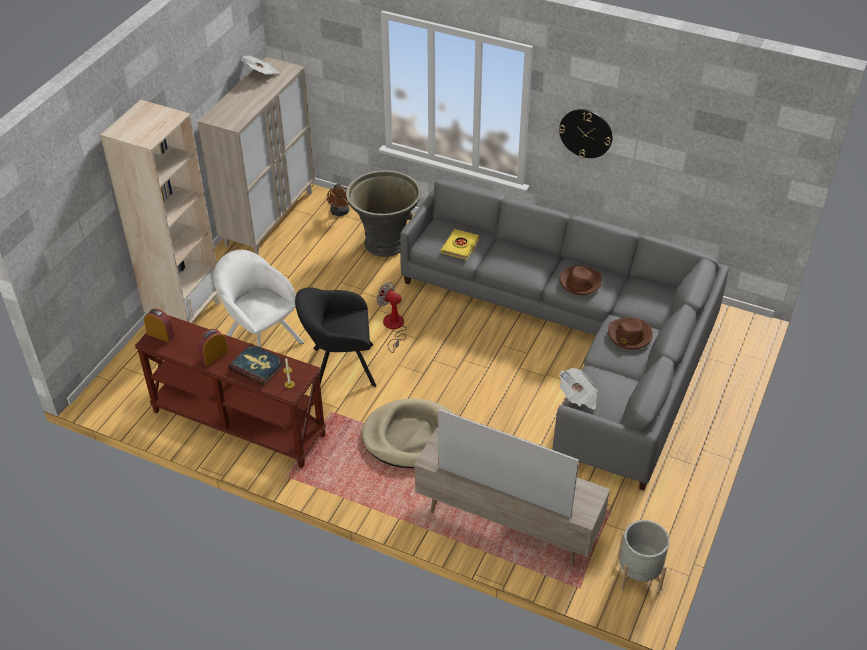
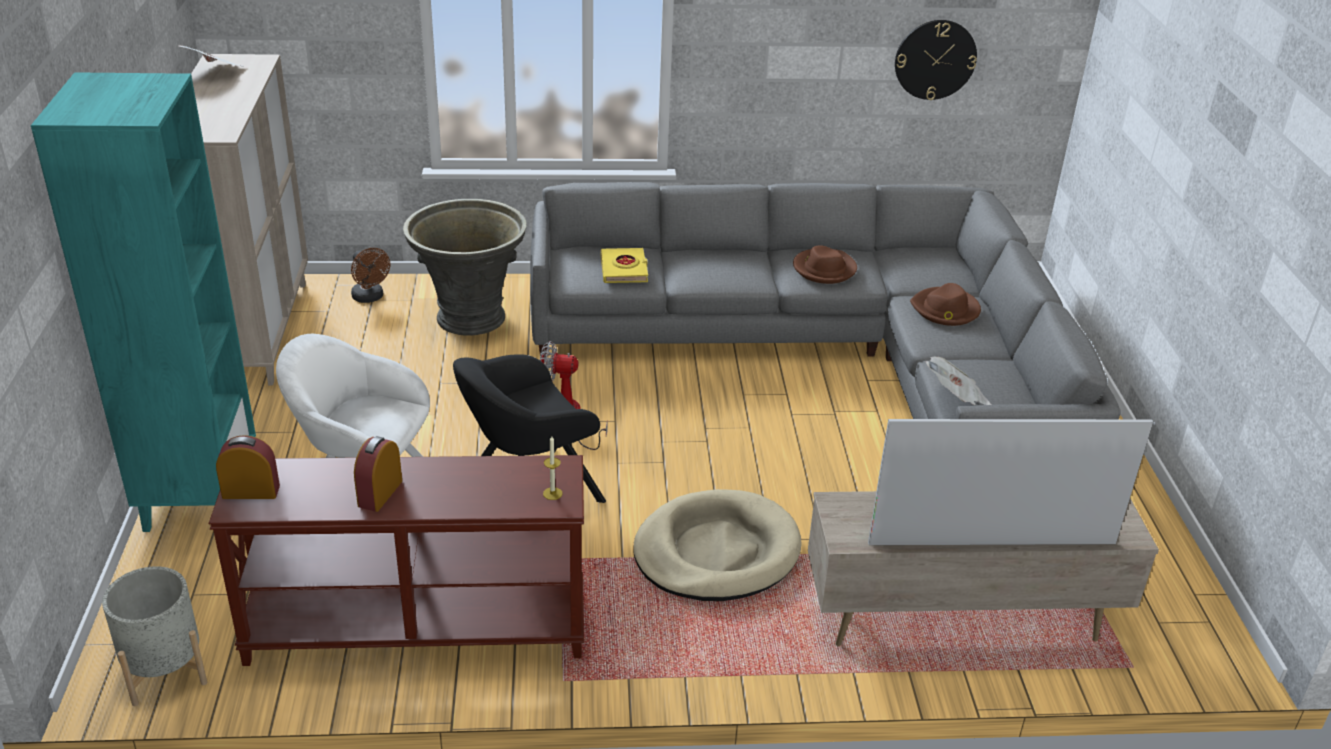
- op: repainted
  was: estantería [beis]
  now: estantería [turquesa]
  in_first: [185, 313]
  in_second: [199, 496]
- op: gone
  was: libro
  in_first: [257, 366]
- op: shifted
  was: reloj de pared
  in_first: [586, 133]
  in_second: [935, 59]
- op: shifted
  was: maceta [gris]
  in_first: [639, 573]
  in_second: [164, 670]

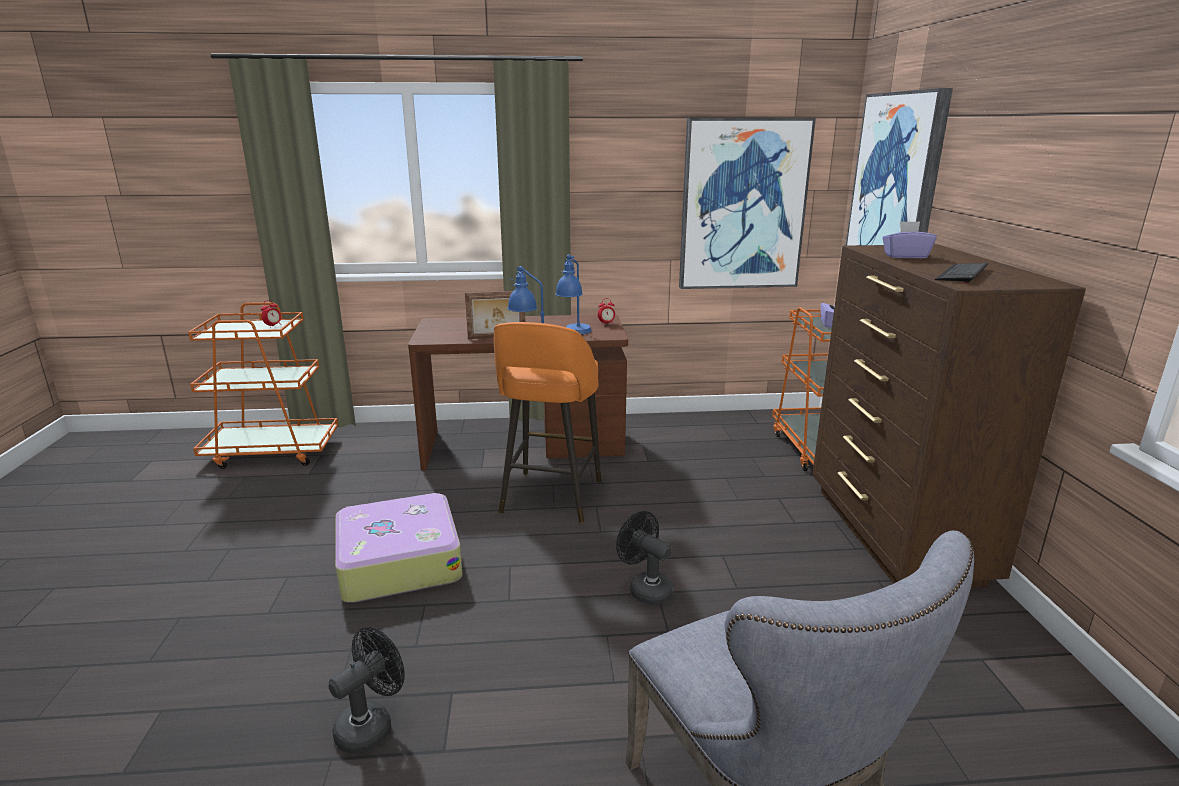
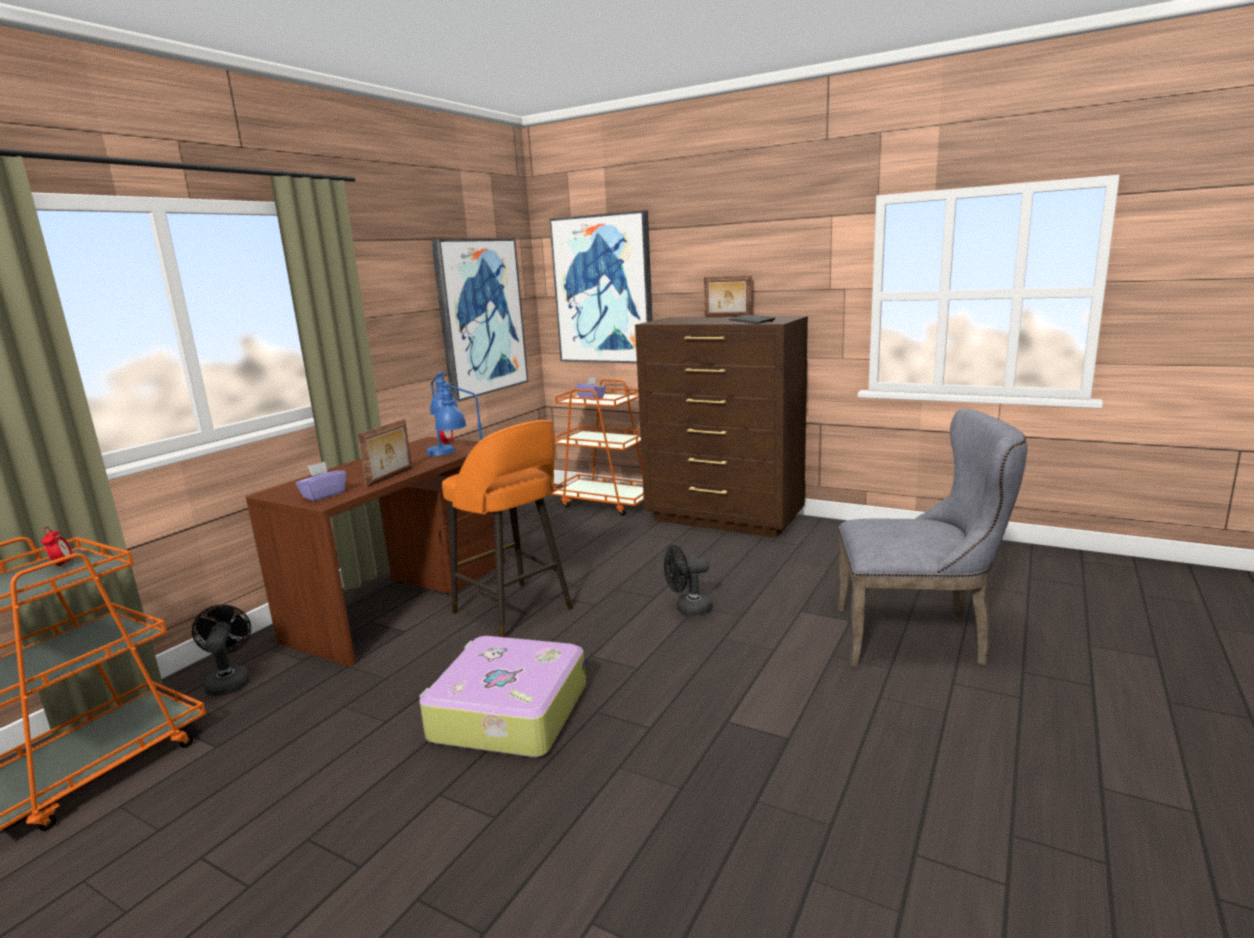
- op: shifted
  was: ventilador [negro]
  in_first: [371, 725]
  in_second: [229, 681]
- op: shifted
  was: caja de pañuelos [morado]
  in_first: [905, 256]
  in_second: [323, 495]
- op: new
  now: portarretratos
  in_second: [727, 317]

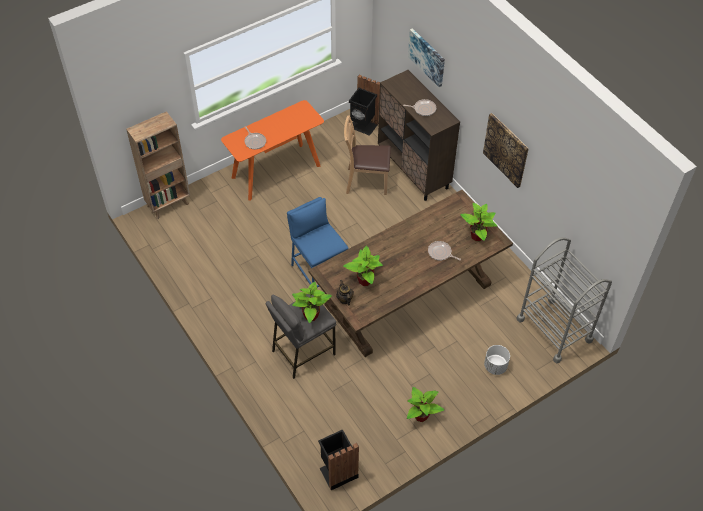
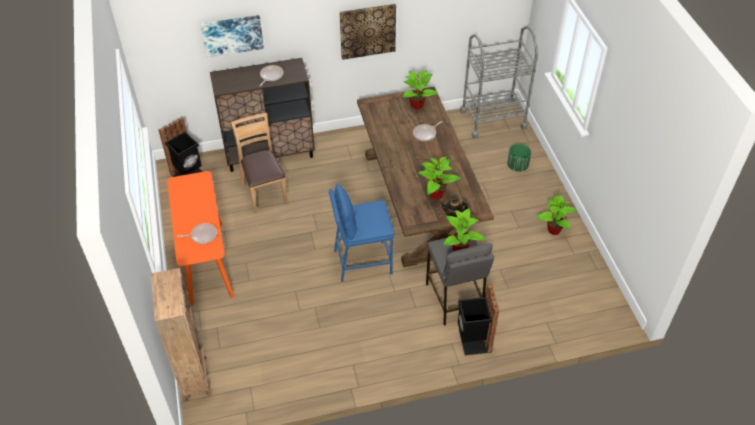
- op: shifted
  was: papelera [negro]
  in_first: [337, 471]
  in_second: [473, 341]
- op: rotated
  was: silla [marrón]
  in_first: [366, 182]
  in_second: [264, 193]
  clockwise: 135
- op: repainted
  was: maceta [blanco]
  now: maceta [verde]
  in_first: [495, 366]
  in_second: [517, 166]

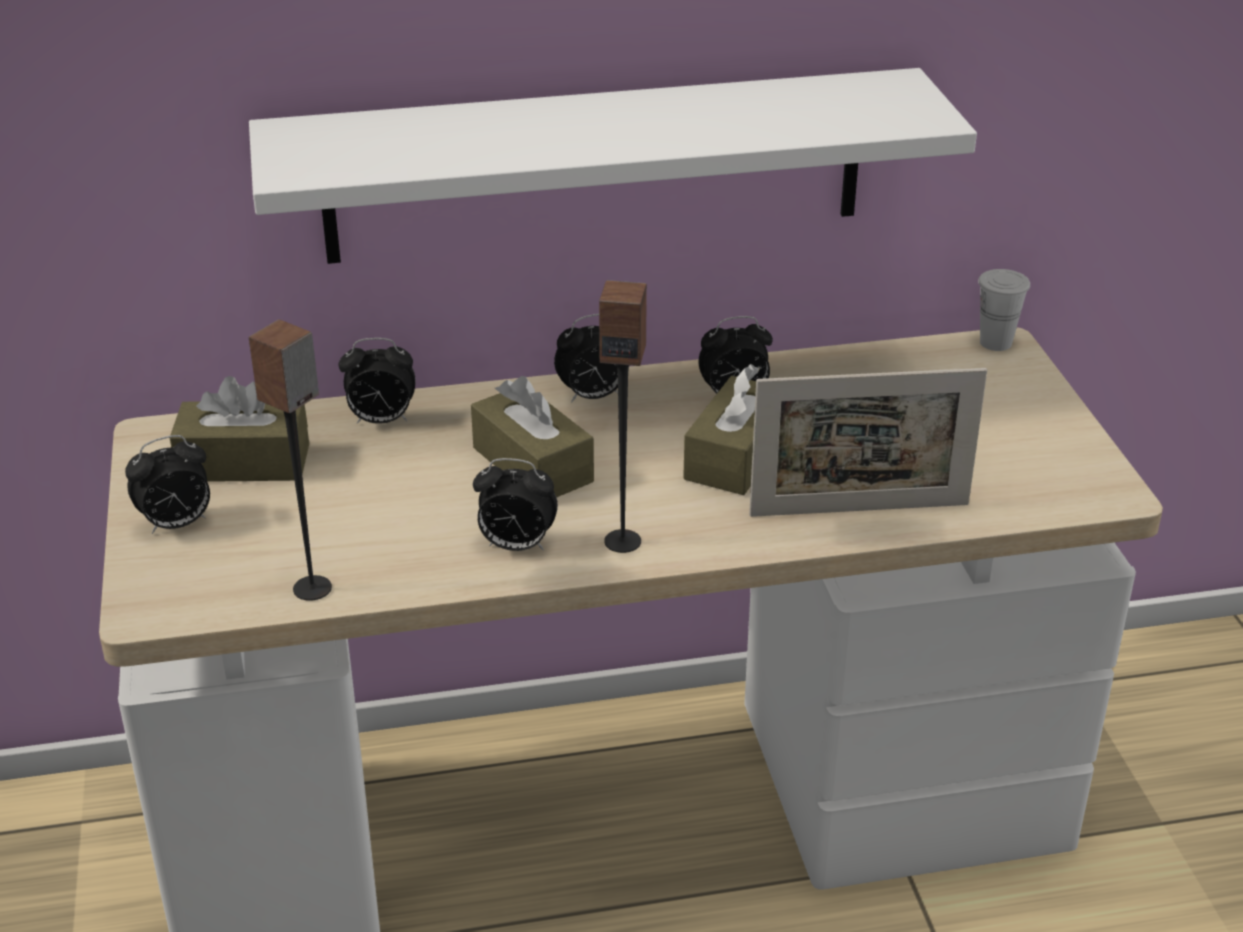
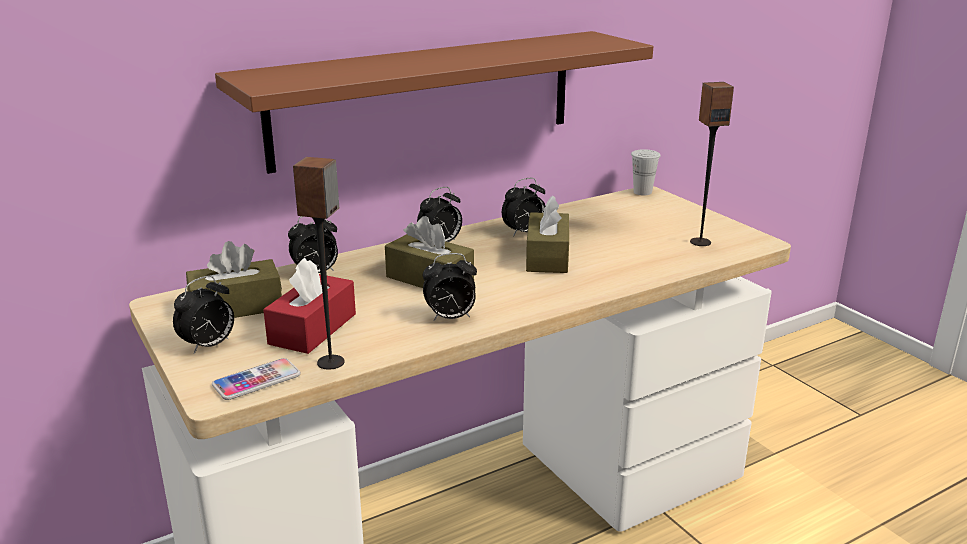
- op: repainted
  was: estante [blanco]
  now: estante [marrón]
  in_first: [595, 166]
  in_second: [426, 98]
- op: shifted
  was: altavoz
  in_first: [623, 541]
  in_second: [700, 242]
- op: gone
  was: portarretratos
  in_first: [859, 510]
- op: new
  now: móvil
  in_second: [256, 380]
- op: new
  now: caja de pañuelos [rojo]
  in_second: [313, 329]

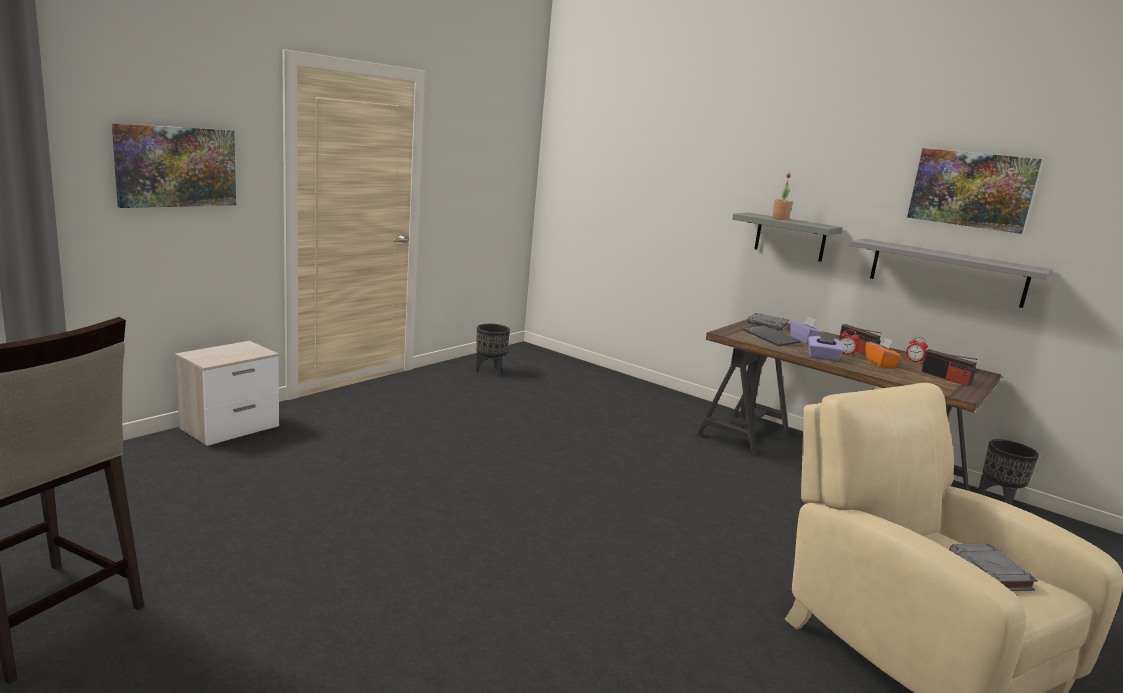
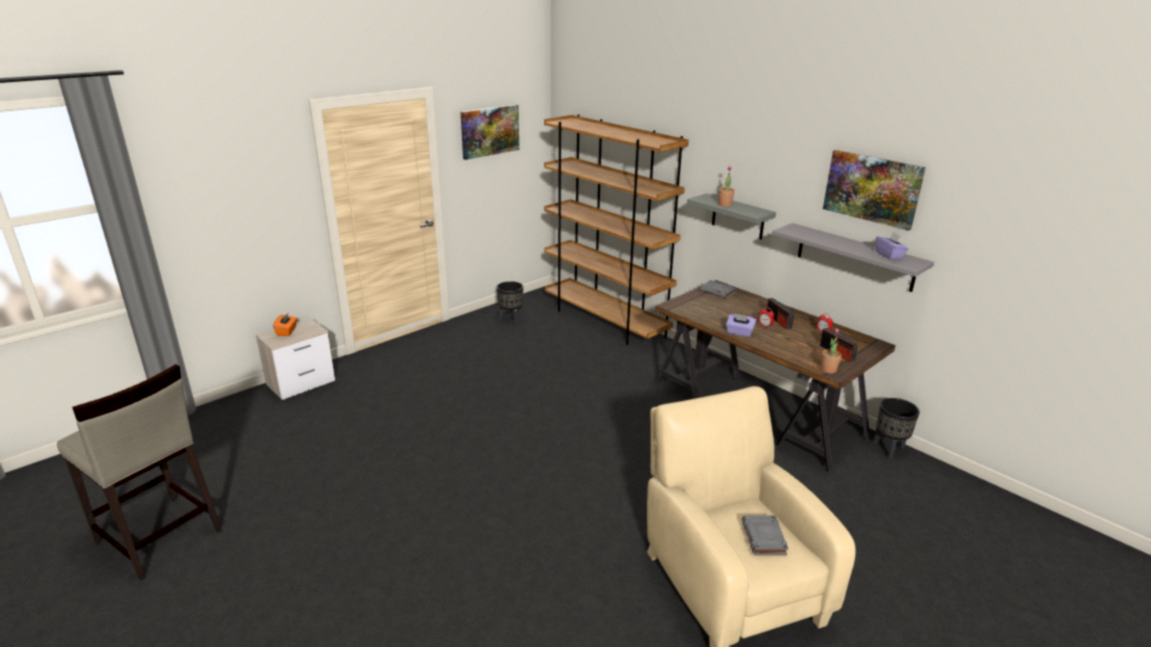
- op: shifted
  was: cuadro
  in_first: [176, 166]
  in_second: [489, 131]
- op: gone
  was: teclado
  in_first: [771, 337]
- op: shifted
  was: caja de pañuelos [morado]
  in_first: [804, 341]
  in_second: [889, 255]
- op: shifted
  was: caja de pañuelos [naranja]
  in_first: [880, 363]
  in_second: [287, 331]
- op: new
  now: estantería [marrón]
  in_second: [605, 321]
- op: new
  now: planta en maceta
  in_second: [828, 369]

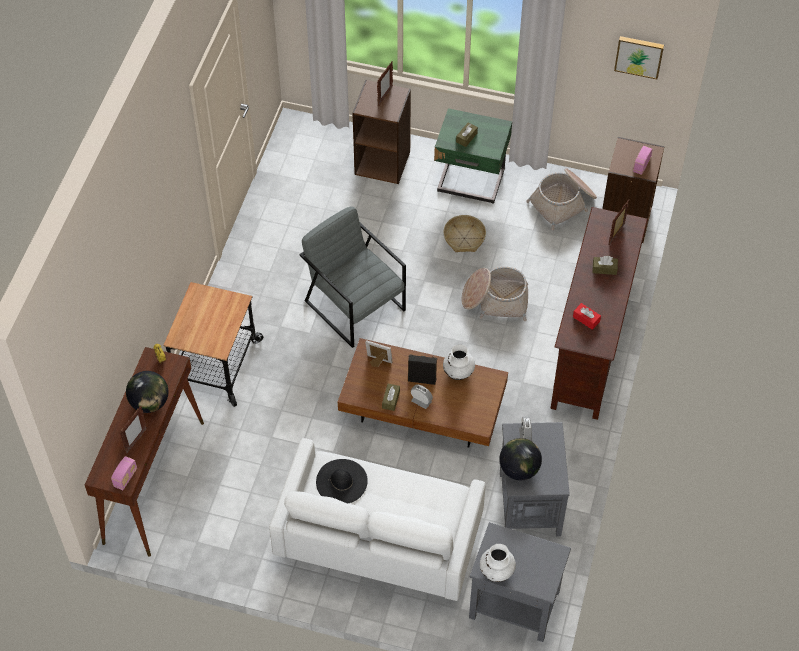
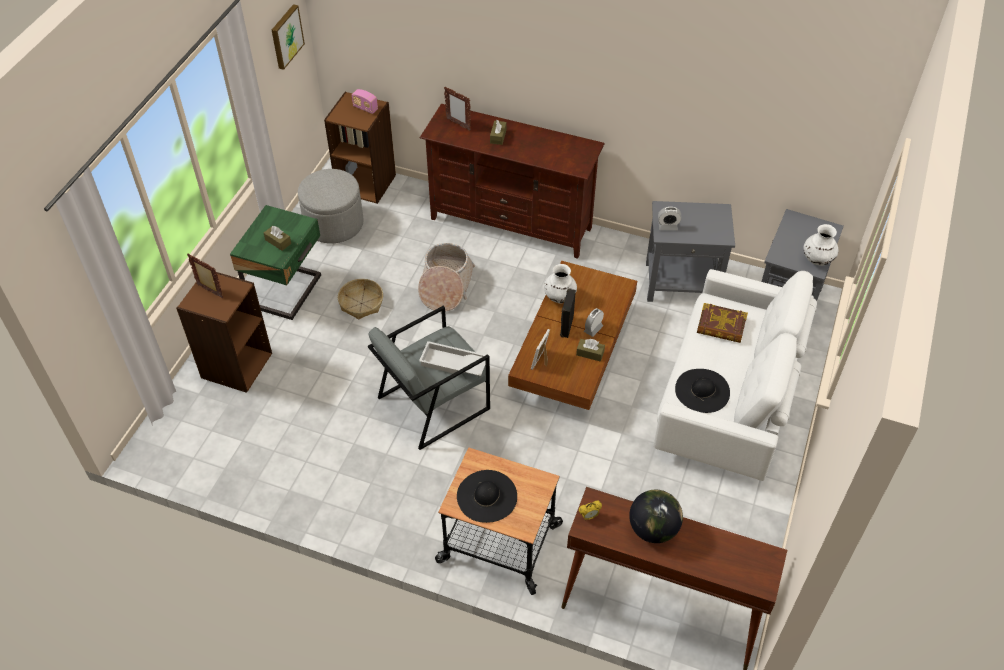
- op: gone
  was: radio
  in_first: [125, 478]
- op: gone
  was: portarretratos
  in_first: [136, 441]
- op: gone
  was: globo terráqueo
  in_first: [519, 469]
- op: swapped
  was: cesta
  now: puf [gris]
  in_first: [563, 203]
  in_second: [334, 223]
- op: gone
  was: caja de pañuelos [rojo]
  in_first: [586, 319]
- op: new
  now: bandeja [blanco]
  in_second: [453, 364]
- op: new
  now: sombrero [negro]
  in_second: [487, 496]
- op: new
  now: libro
  in_second: [721, 326]

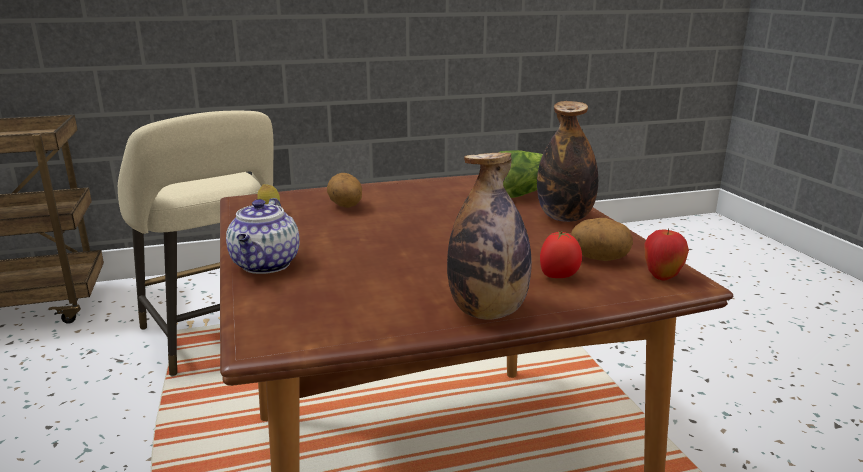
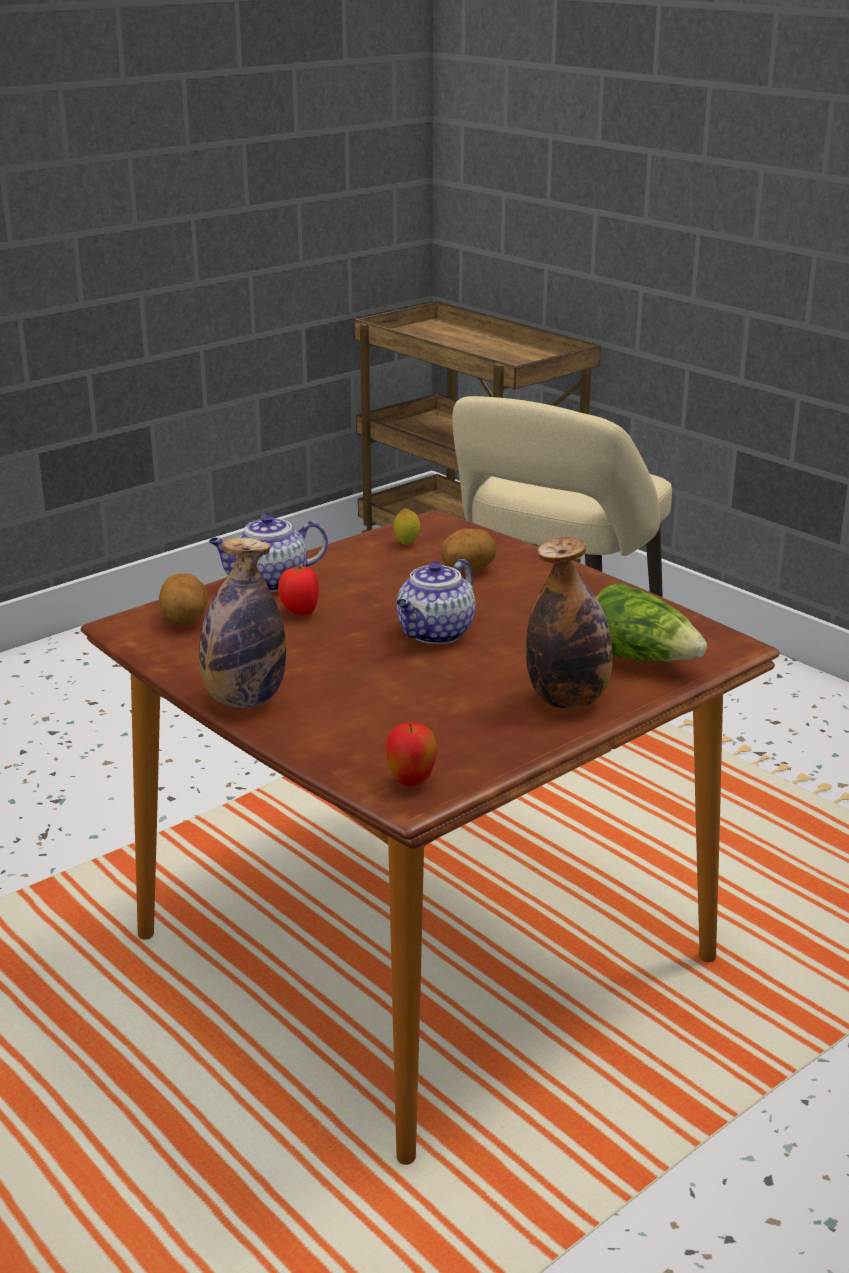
- op: shifted
  was: tomate
  in_first: [559, 277]
  in_second: [299, 612]
- op: shifted
  was: patata
  in_first: [599, 258]
  in_second: [185, 620]
- op: new
  now: tetera
  in_second: [435, 634]

